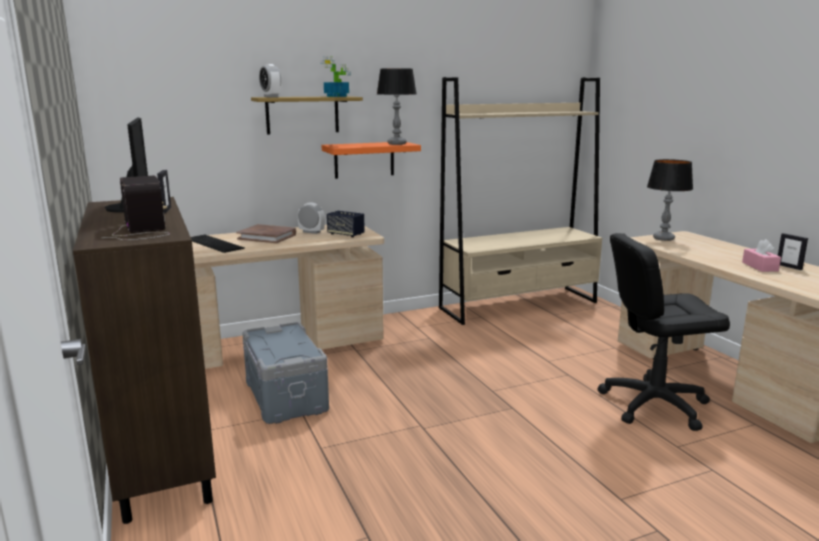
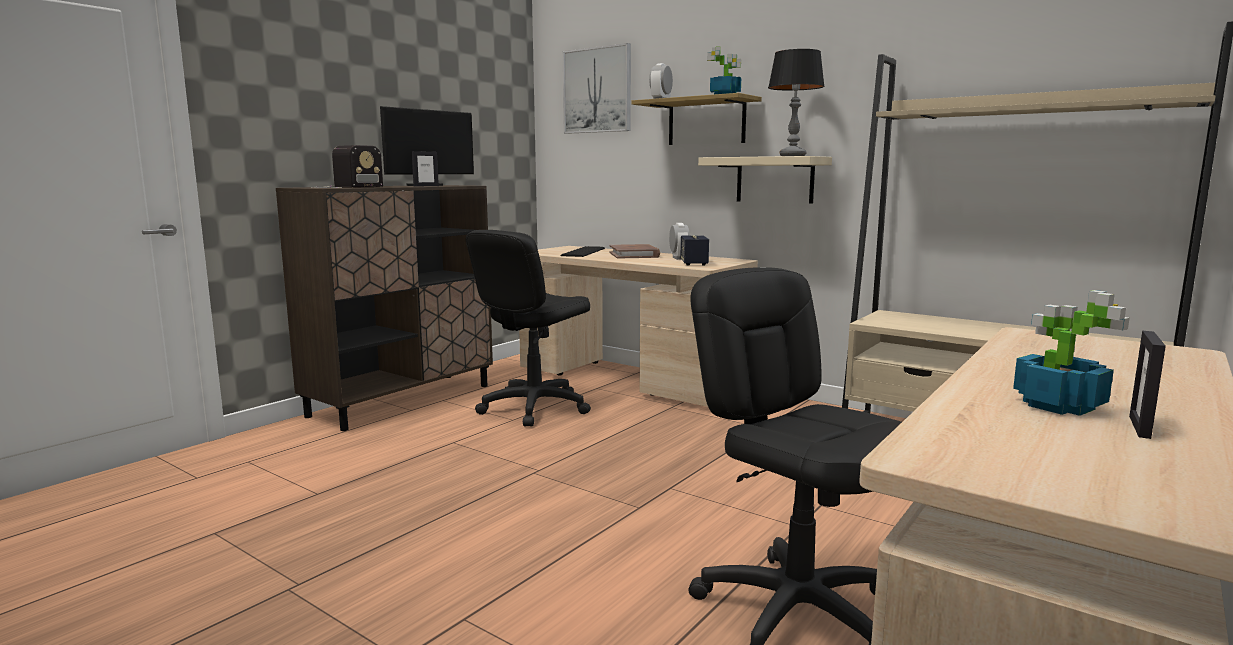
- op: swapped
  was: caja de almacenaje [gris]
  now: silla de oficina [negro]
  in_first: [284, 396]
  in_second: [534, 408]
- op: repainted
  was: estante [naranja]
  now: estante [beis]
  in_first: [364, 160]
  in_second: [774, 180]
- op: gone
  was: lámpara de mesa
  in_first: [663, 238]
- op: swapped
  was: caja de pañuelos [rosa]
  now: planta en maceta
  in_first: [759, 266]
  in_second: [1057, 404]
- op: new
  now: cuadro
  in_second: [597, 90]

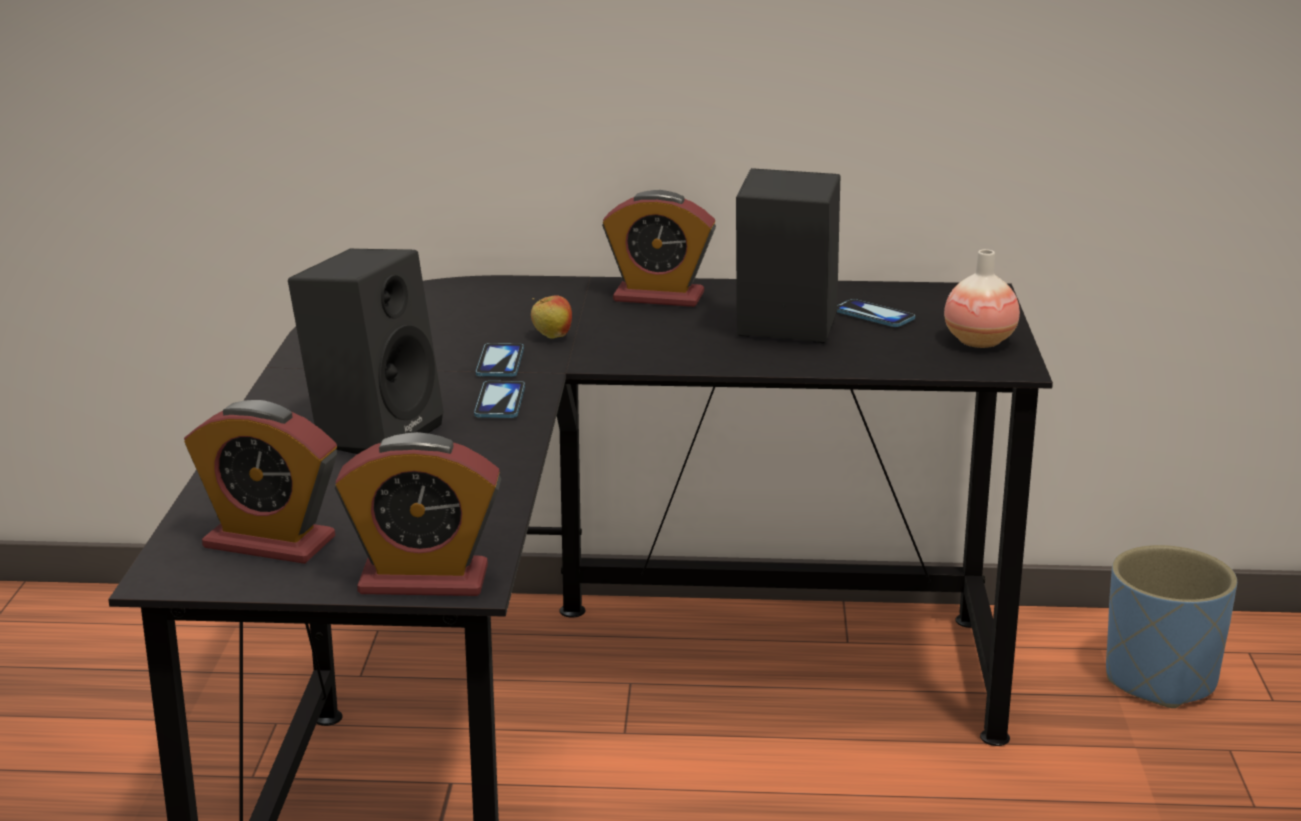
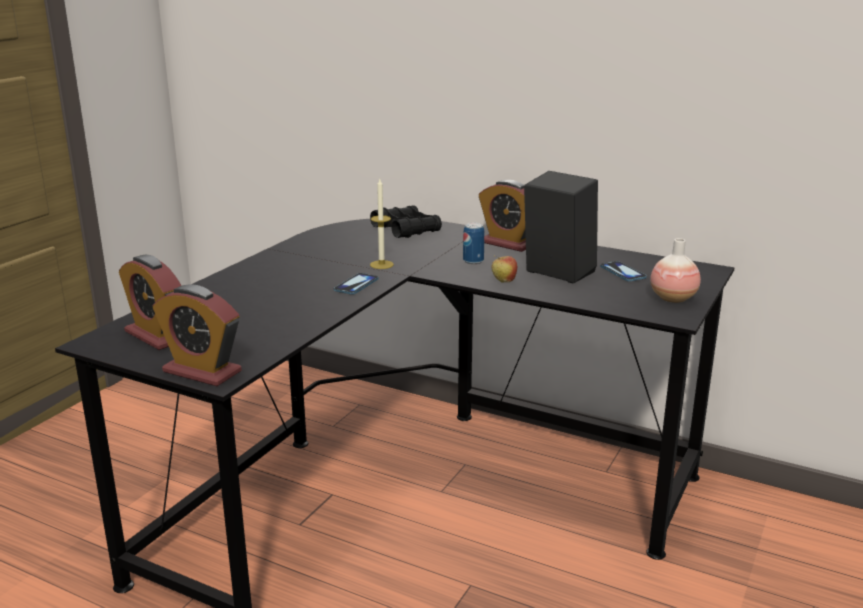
- op: gone
  was: altavoz [negro]
  in_first: [372, 432]
- op: swapped
  was: móvil
  now: vela
  in_first: [500, 362]
  in_second: [381, 264]
- op: shifted
  was: manzana
  in_first: [552, 337]
  in_second: [504, 281]
- op: gone
  was: maceta [azul]
  in_first: [1160, 680]
- op: new
  now: prismáticos [negro]
  in_second: [406, 230]
- op: new
  now: lata
  in_second: [473, 261]

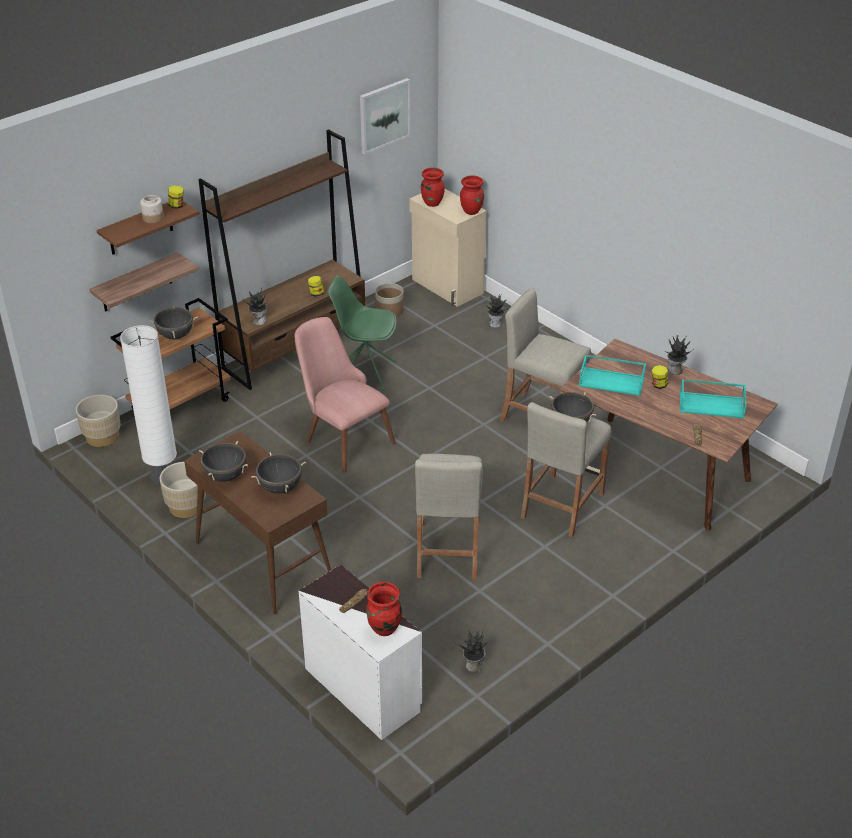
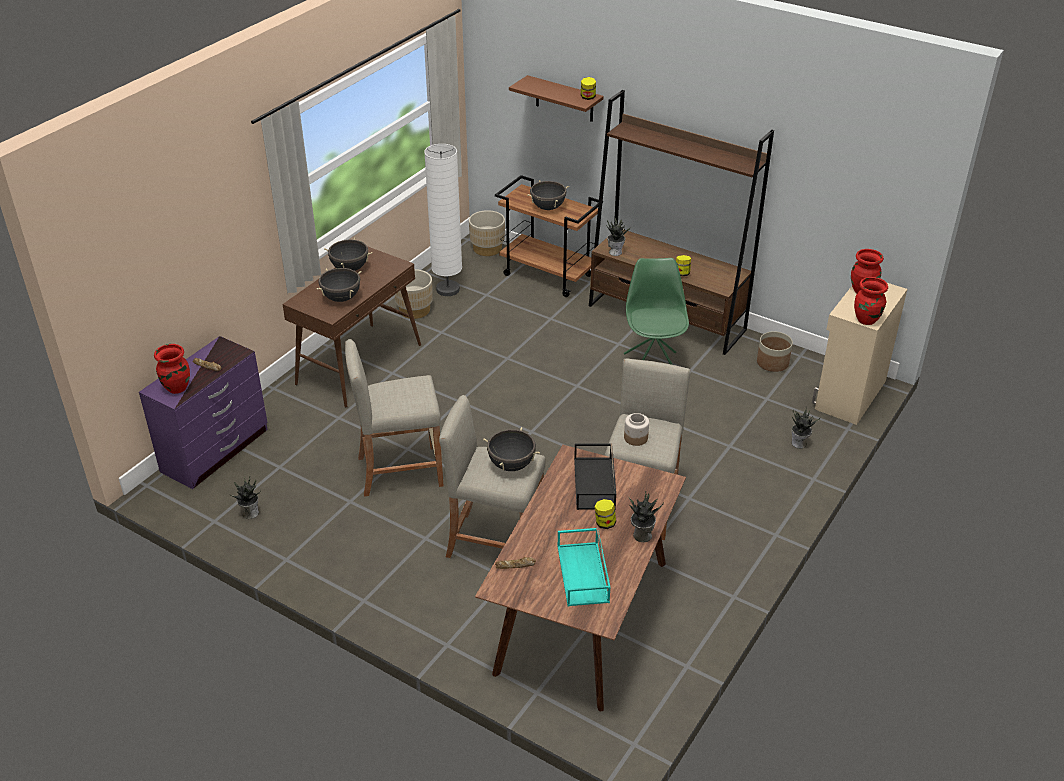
- op: gone
  was: estante
  in_first: [136, 283]
- op: shifted
  was: tarro
  in_first: [153, 218]
  in_second: [635, 438]
- op: gone
  was: silla [rosa]
  in_first: [342, 437]
- op: repainted
  was: cómoda [blanco]
  now: cómoda [morado]
  in_first: [363, 688]
  in_second: [216, 450]
- op: gone
  was: cuadro
  in_first: [384, 115]
- op: repainted
  was: bandeja [turquesa]
  now: bandeja [negro]
  in_first: [612, 381]
  in_second: [595, 484]

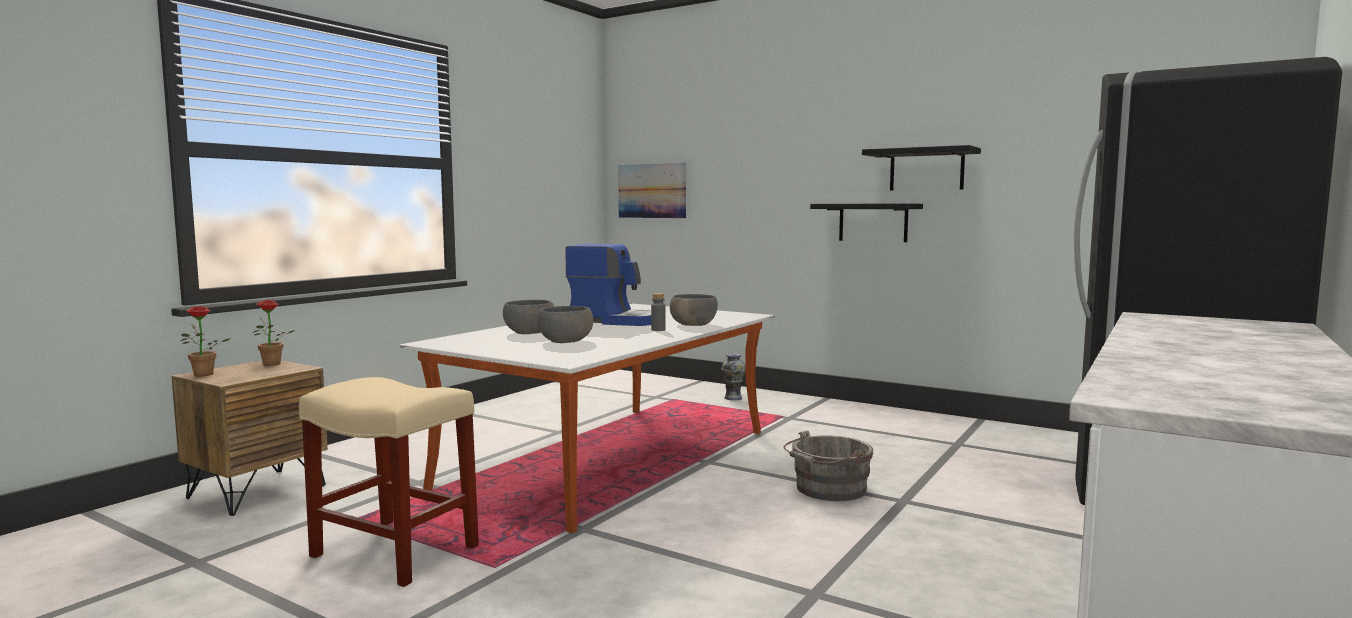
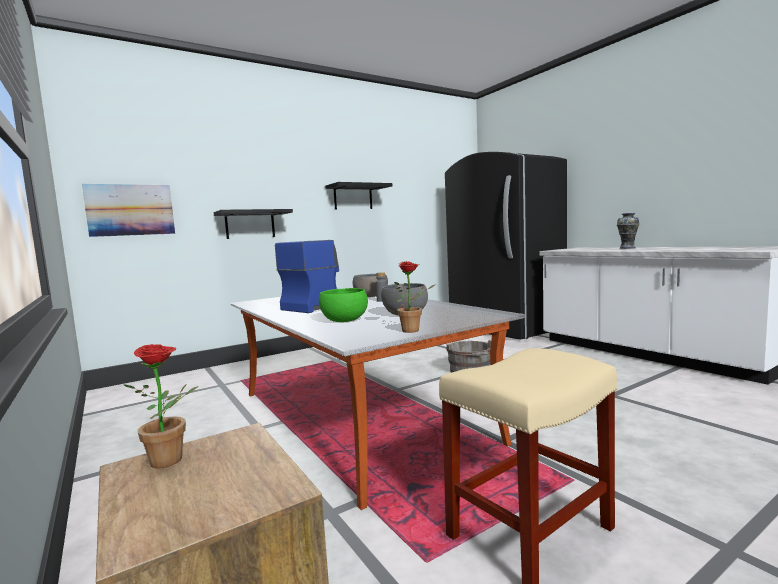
- op: shifted
  was: planta en maceta
  in_first: [203, 375]
  in_second: [414, 330]
- op: repainted
  was: cuenco [gris]
  now: cuenco [verde]
  in_first: [530, 332]
  in_second: [345, 320]
- op: shifted
  was: florero
  in_first: [732, 398]
  in_second: [627, 248]
- op: shifted
  was: estante [negro]
  in_first: [873, 222]
  in_second: [250, 224]

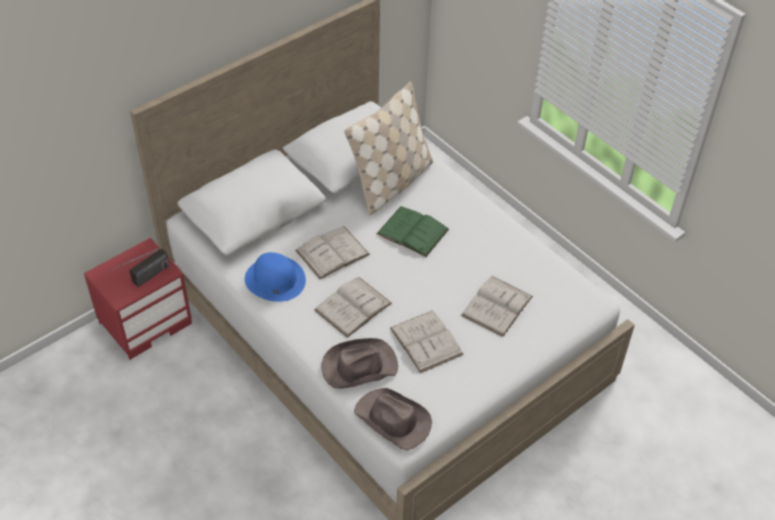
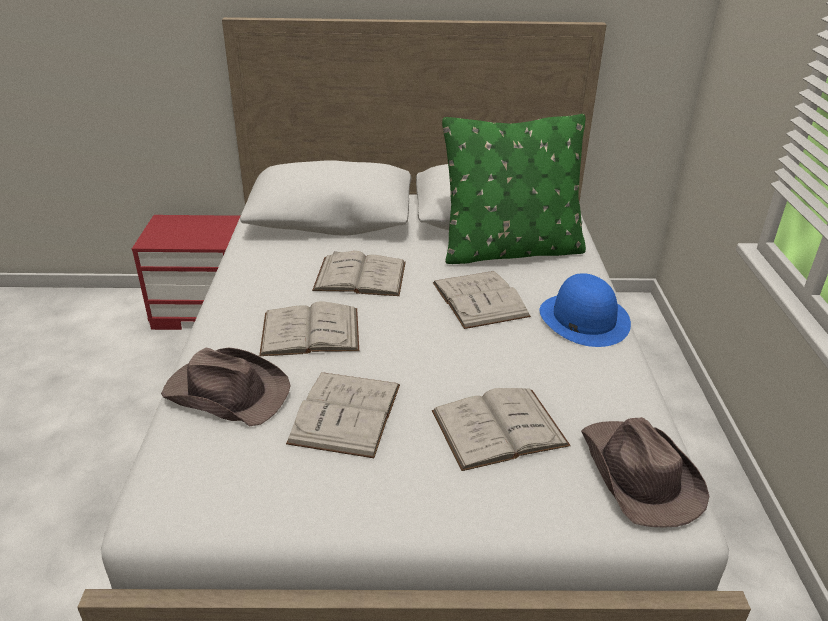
- op: gone
  was: radio
  in_first: [143, 280]
- op: shifted
  was: sombrero [azul]
  in_first: [274, 279]
  in_second: [583, 318]
- op: repainted
  was: cojín [beis]
  now: cojín [verde]
  in_first: [391, 183]
  in_second: [510, 250]
- op: shifted
  was: sombrero [marrón]
  in_first: [393, 420]
  in_second: [638, 475]
- op: repainted
  was: libro [verde]
  now: libro [blanco]
  in_first: [412, 231]
  in_second: [479, 299]

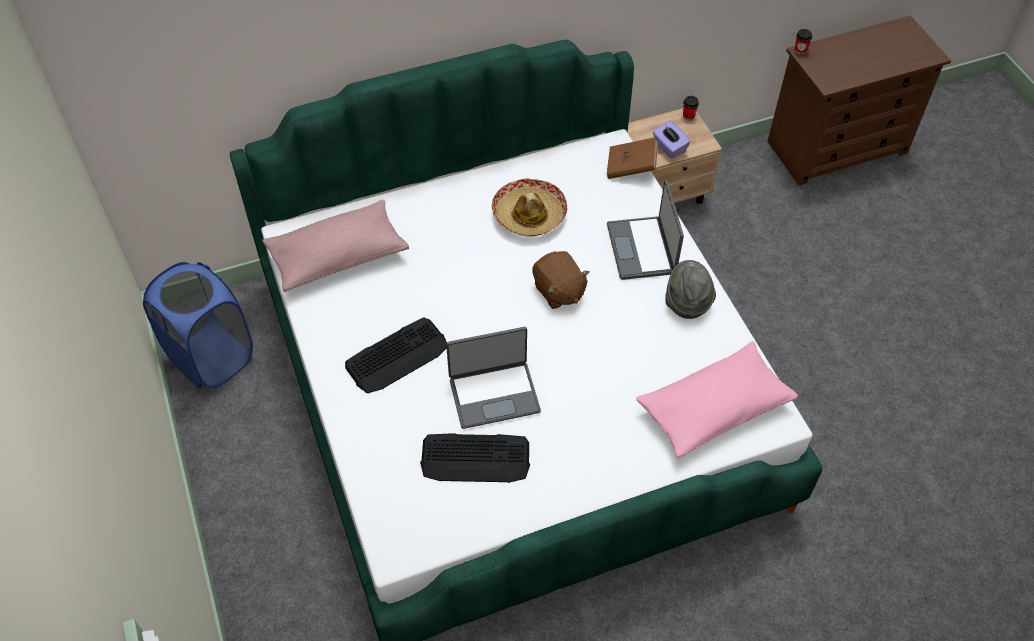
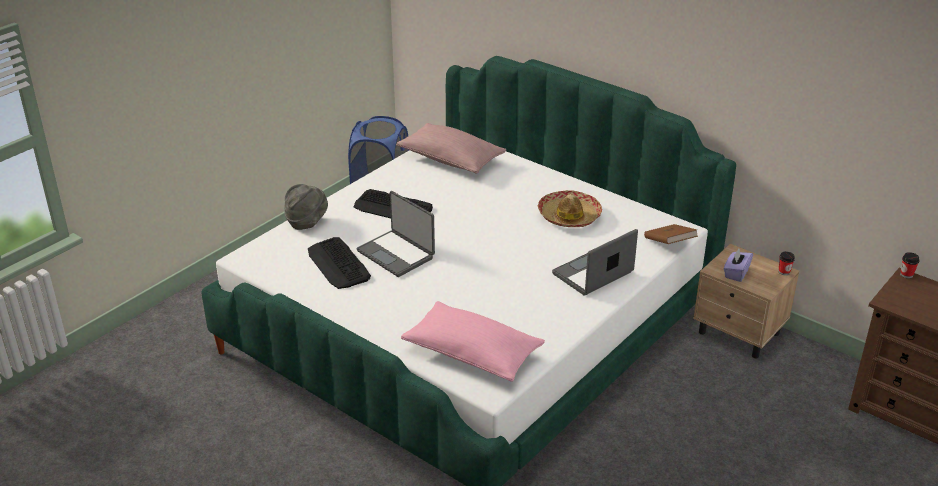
- op: gone
  was: peluche [marrón]
  in_first: [558, 291]
- op: shifted
  was: sombrero [gris]
  in_first: [687, 302]
  in_second: [307, 222]

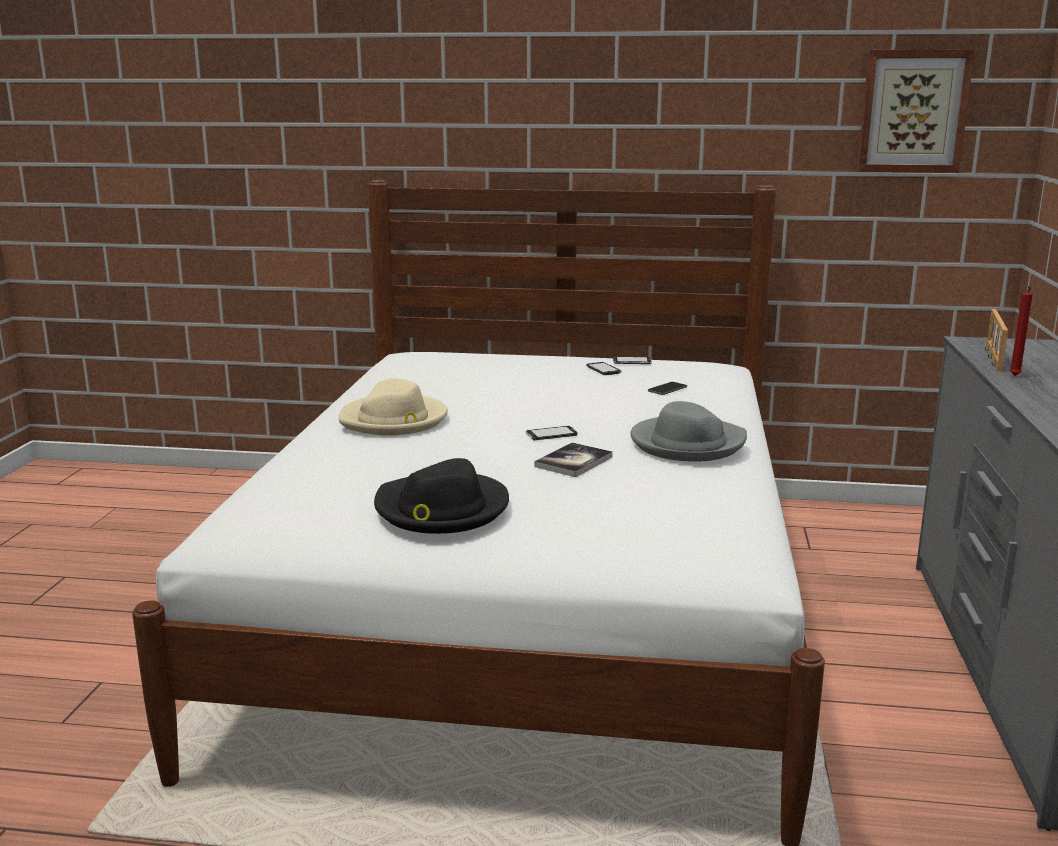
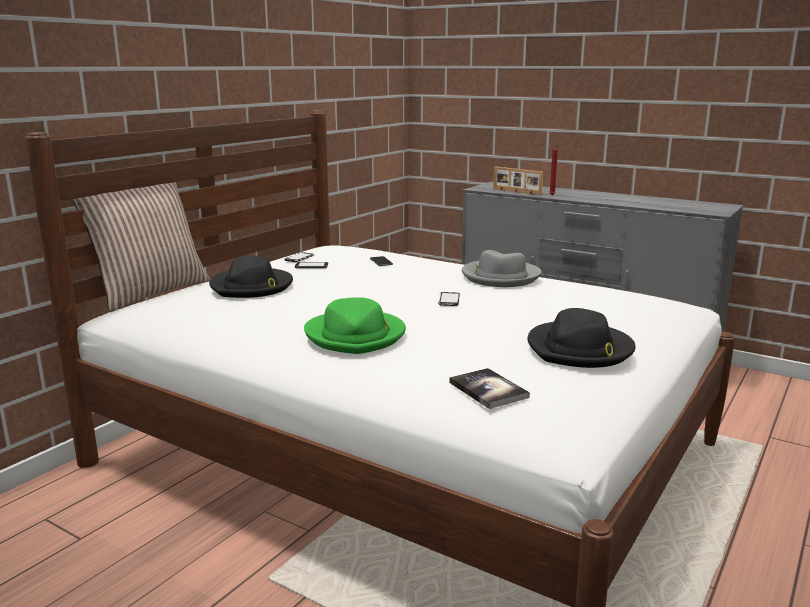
- op: repainted
  was: sombrero [beis]
  now: sombrero [verde]
  in_first: [394, 420]
  in_second: [356, 336]
- op: shifted
  was: libro
  in_first: [573, 462]
  in_second: [488, 390]
- op: gone
  was: cuadro
  in_first: [913, 111]
- op: new
  now: cojín
  in_second: [150, 292]
- op: new
  now: sombrero [negro]
  in_second: [252, 286]

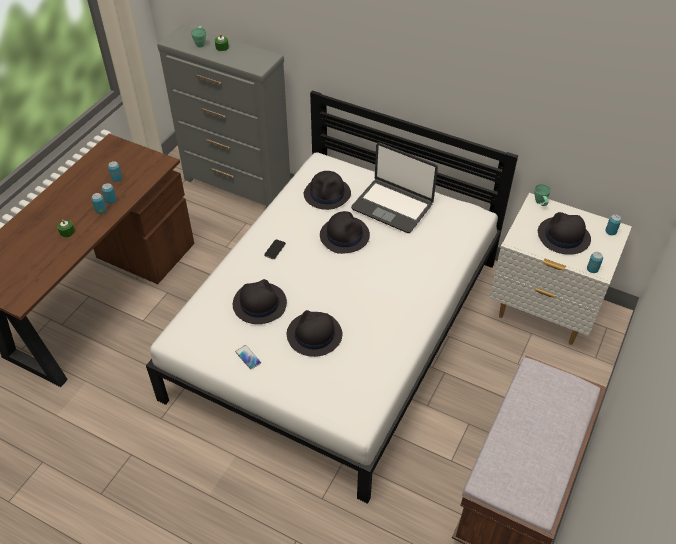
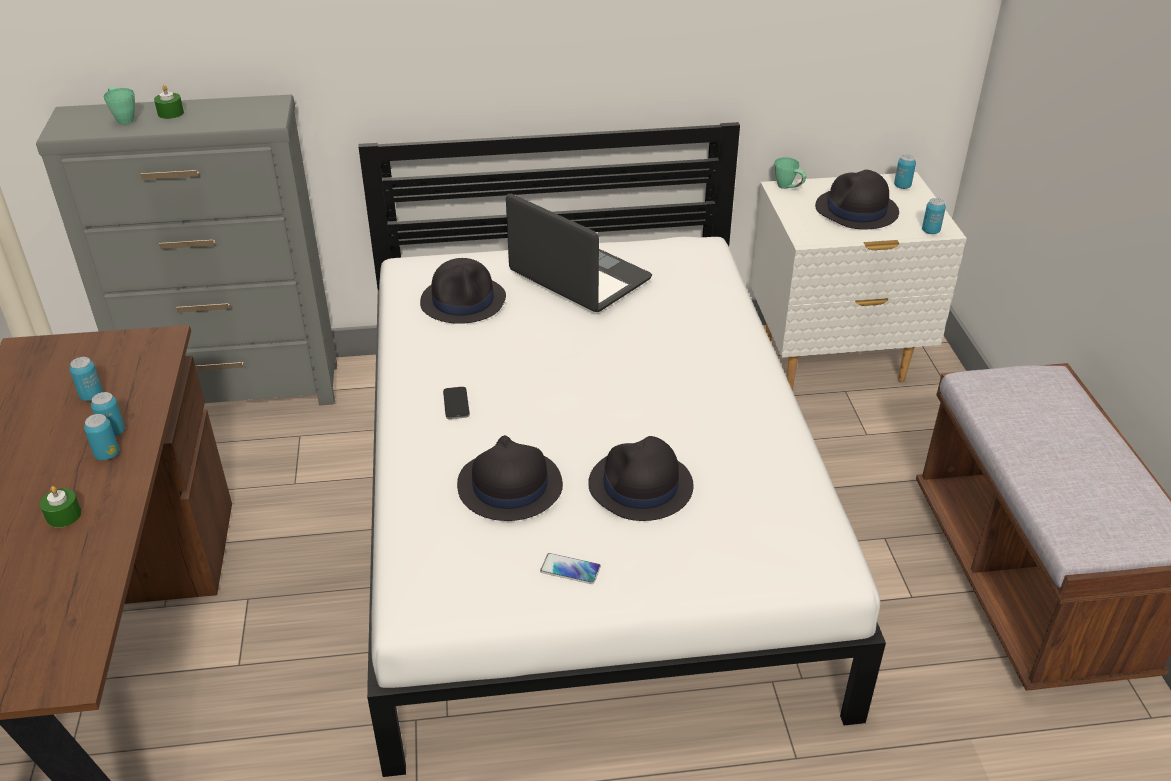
- op: gone
  was: sombrero [negro]
  in_first: [344, 235]
- op: rotated
  was: portátil
  in_first: [392, 206]
  in_second: [579, 277]
  clockwise: -135

